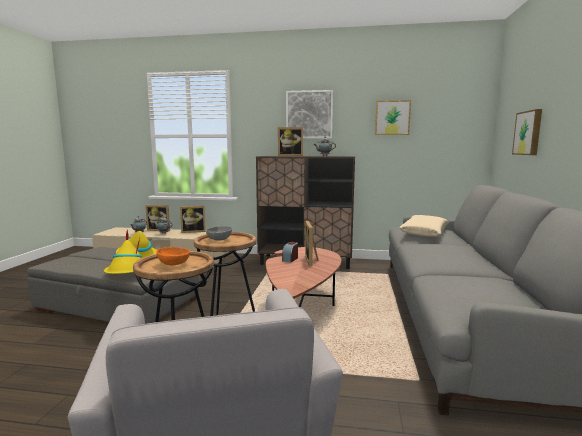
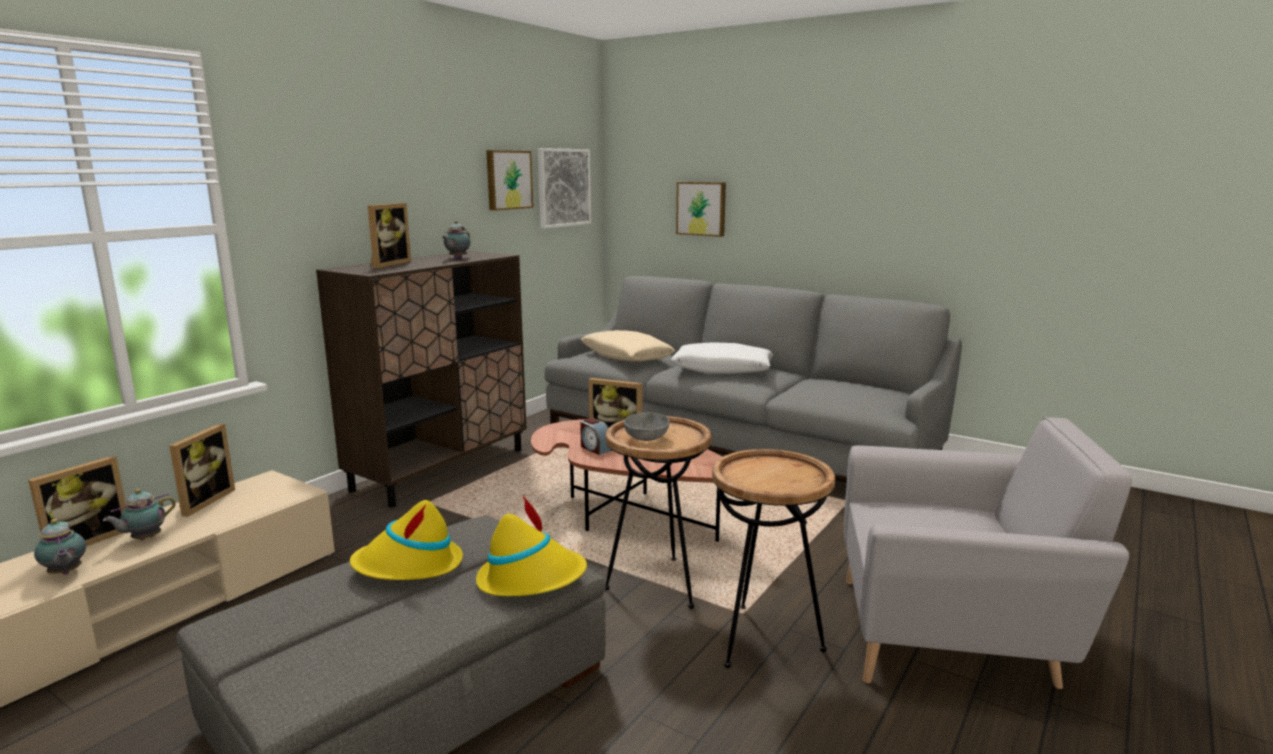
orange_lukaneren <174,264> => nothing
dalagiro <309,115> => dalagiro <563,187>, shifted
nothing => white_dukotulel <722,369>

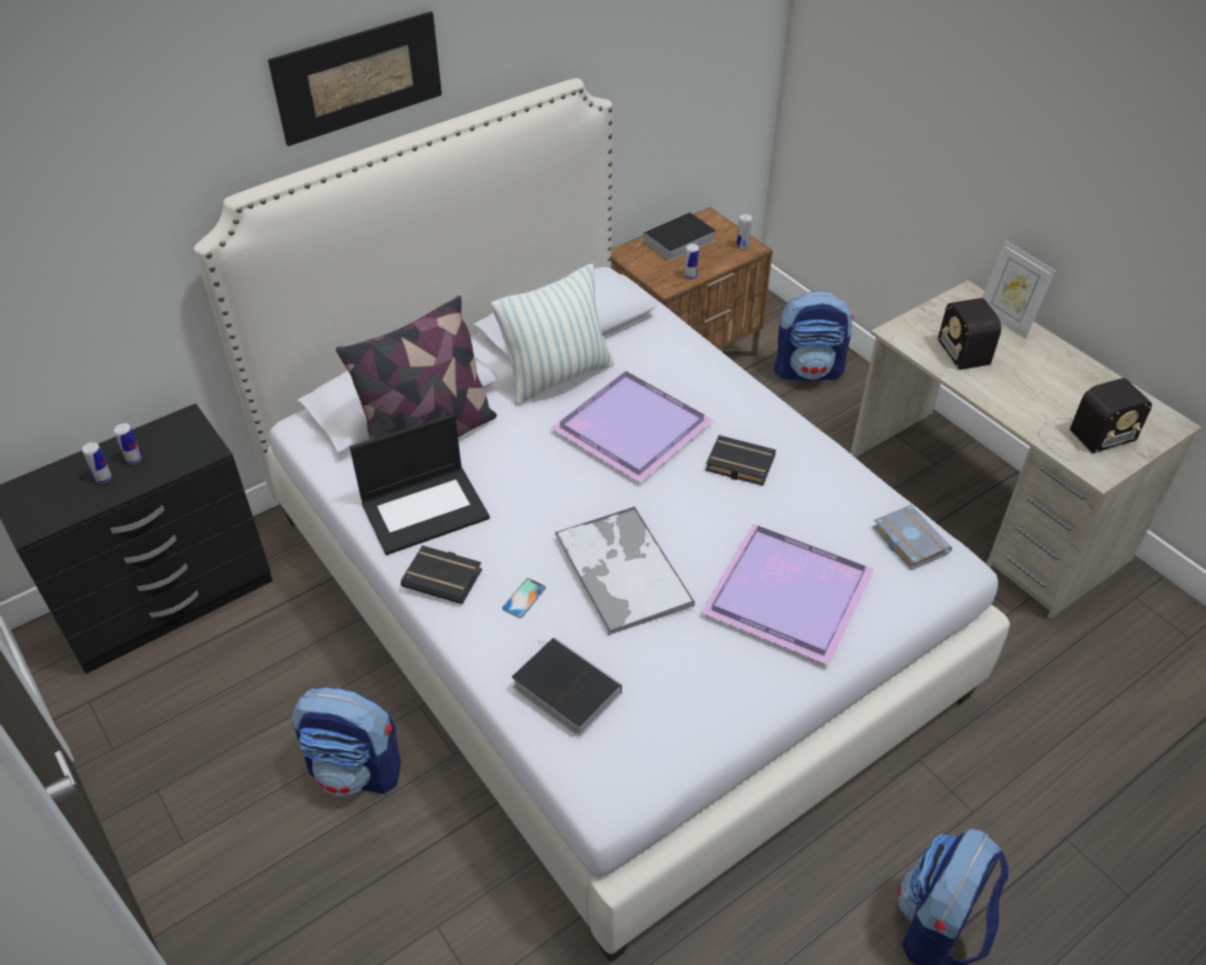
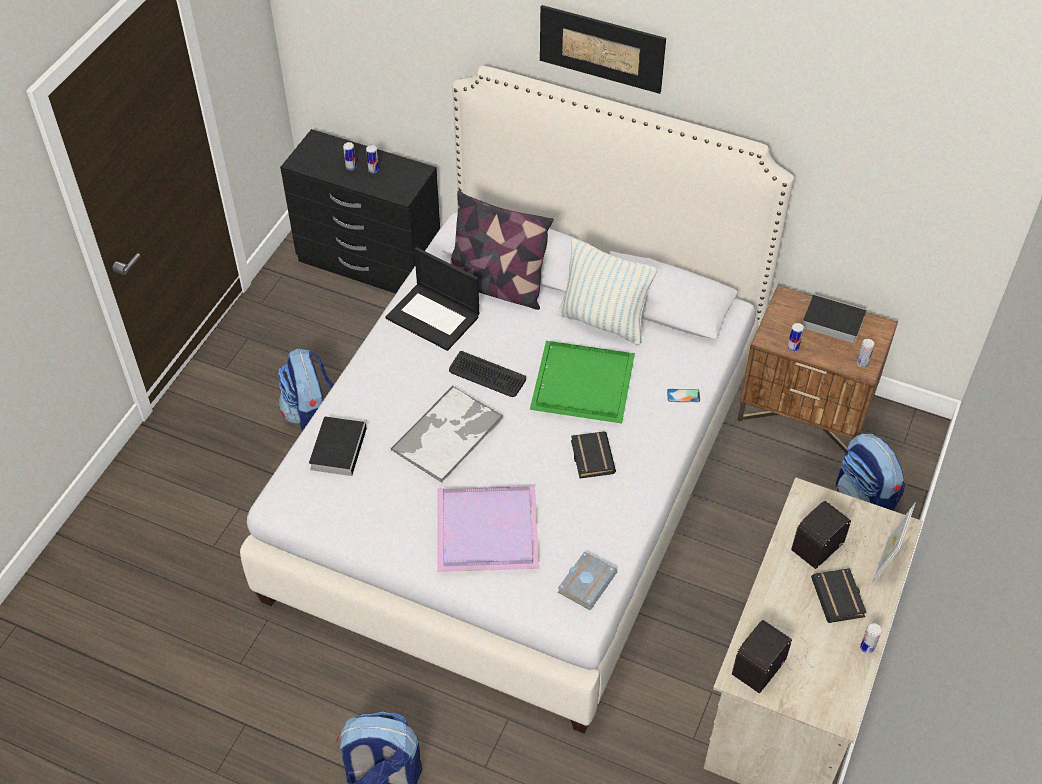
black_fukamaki <444,578> => black_fukamaki <839,599>, shifted
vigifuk <524,598> => vigifuk <683,395>, shifted
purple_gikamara <628,428> => green_gikamara <581,382>
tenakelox <1083,437> => tenakelox <772,656>, 90 degrees clockwise
nothing => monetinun <487,375>
nothing => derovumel <867,648>

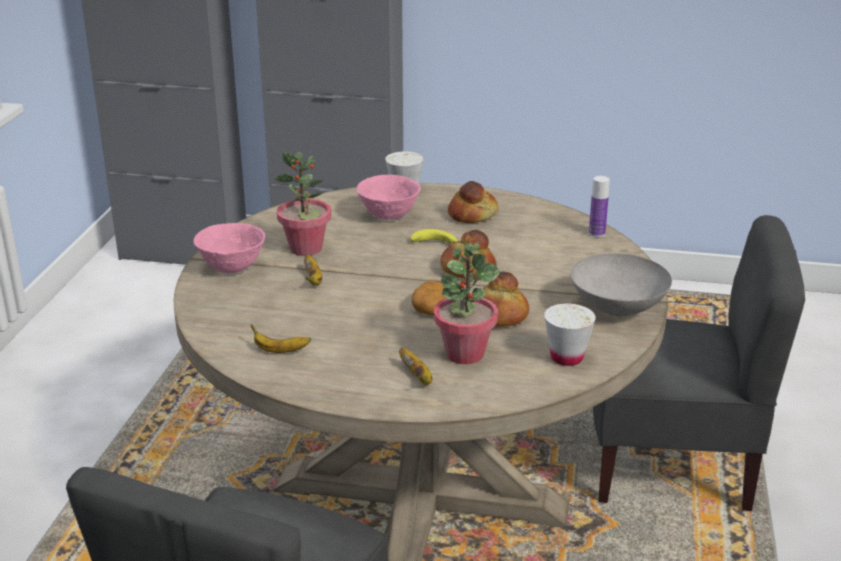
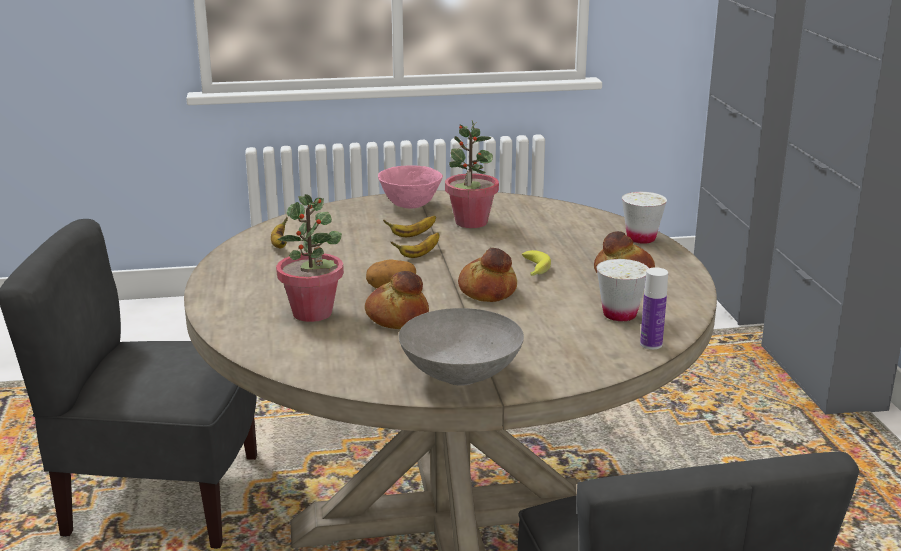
pink_lukaneren <388,216> => nothing
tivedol <417,377> => tivedol <419,254>, shifted
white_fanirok <566,357> => white_fanirok <619,314>, shifted

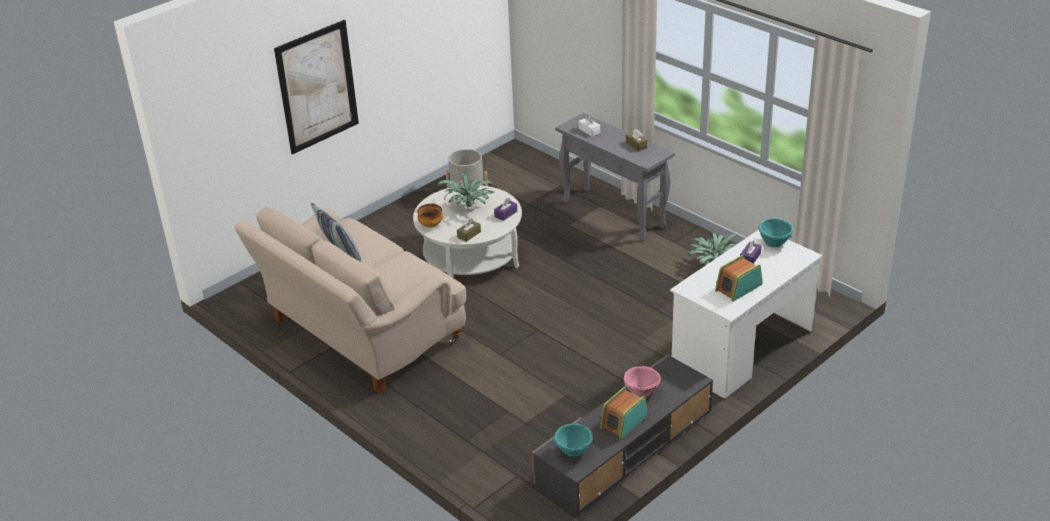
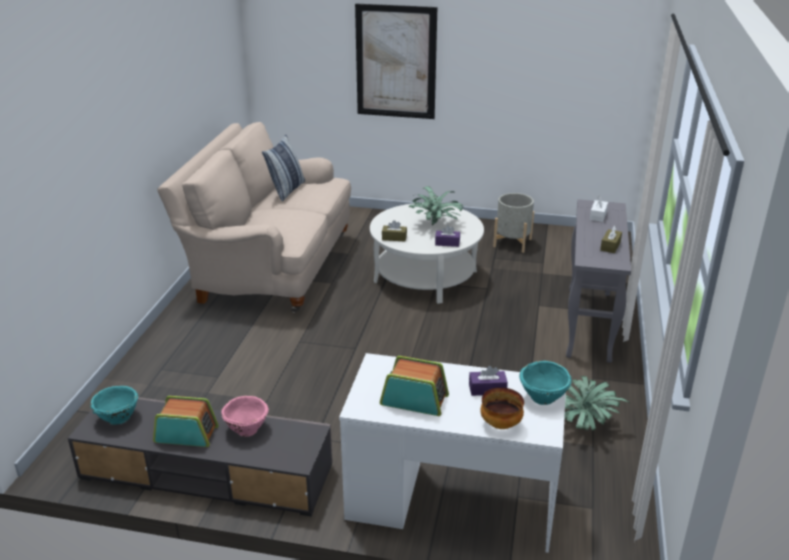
lukaneren <431,225> => lukaneren <501,424>, shifted

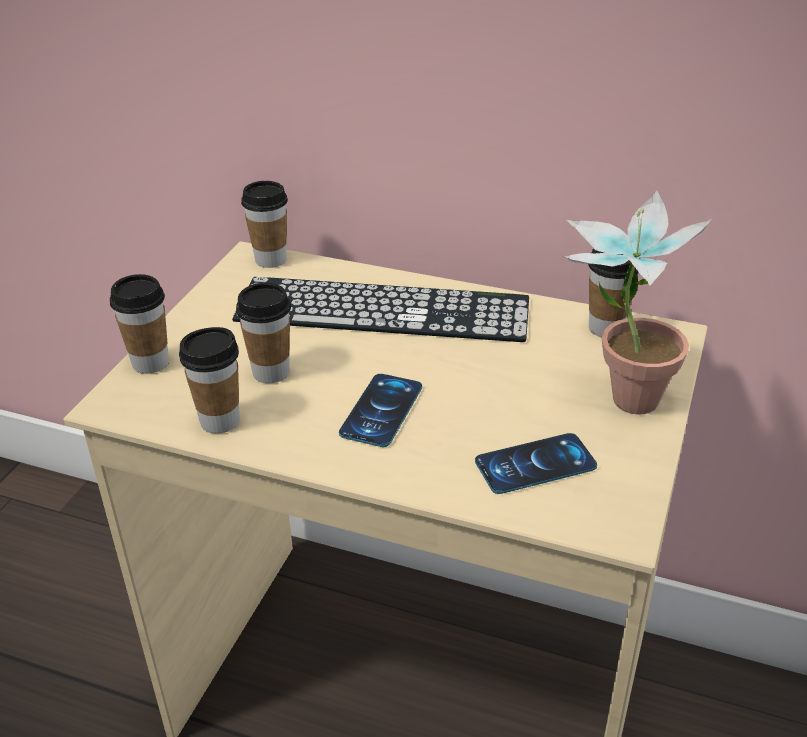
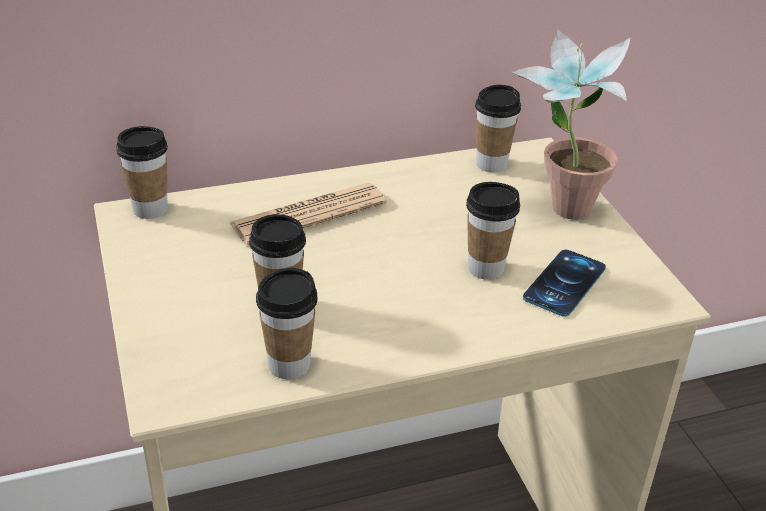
fanirok <150,363> => fanirok <485,268>, shifted
monetinun <383,310> => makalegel <308,214>
vigifuk <381,410> => nothing

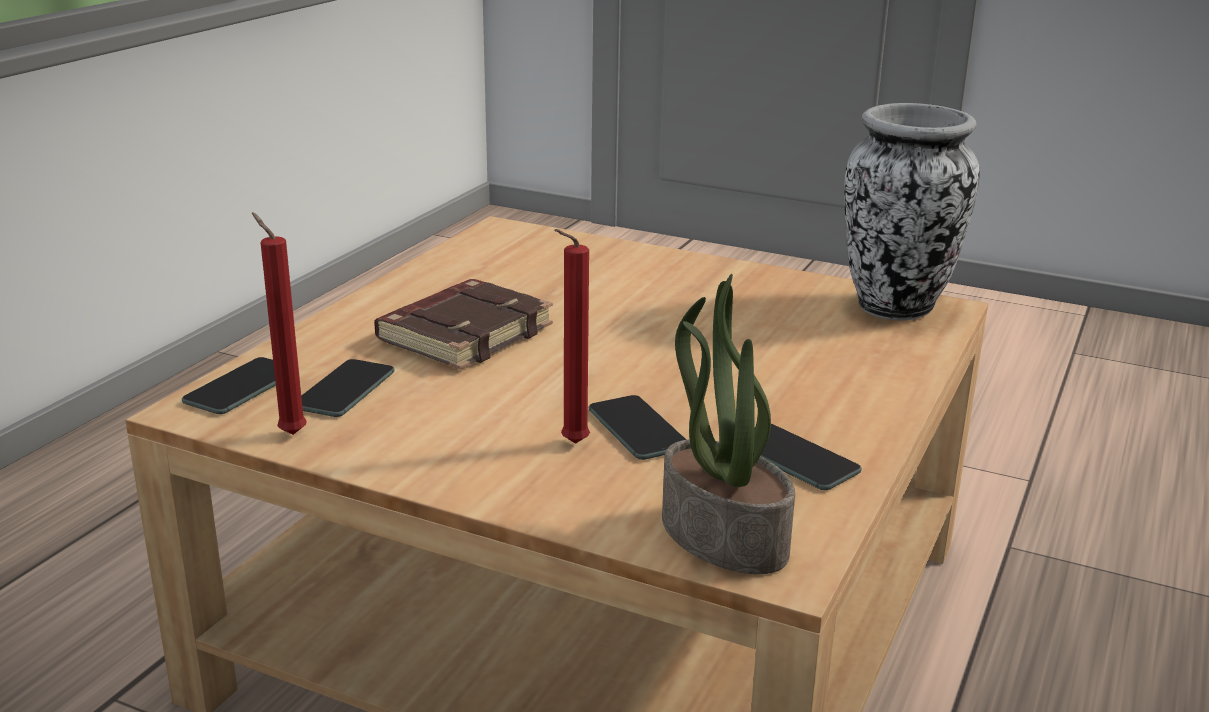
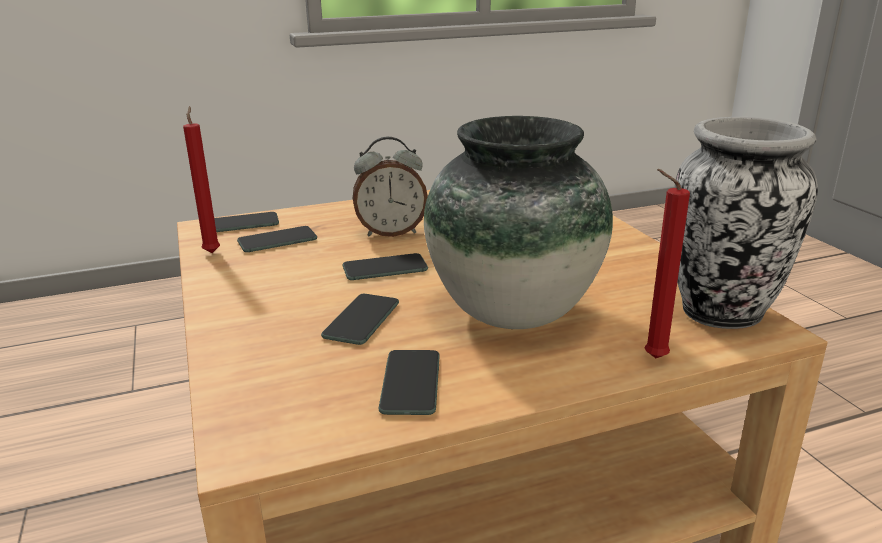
brown_fukamaki <464,333> => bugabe <391,232>
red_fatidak <571,444> => red_fatidak <651,358>, shifted
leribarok <720,537> => nothing
nothing => vigifuk <385,268>
nothing => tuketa <514,314>

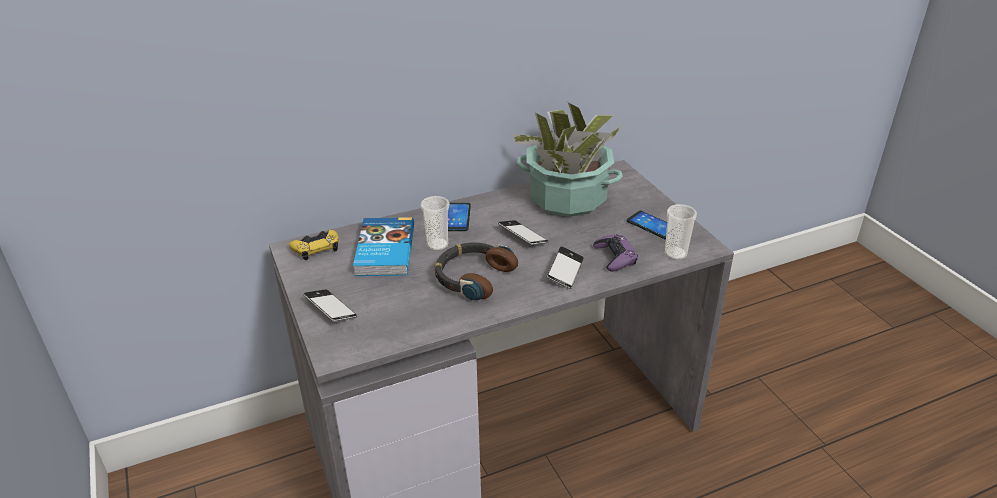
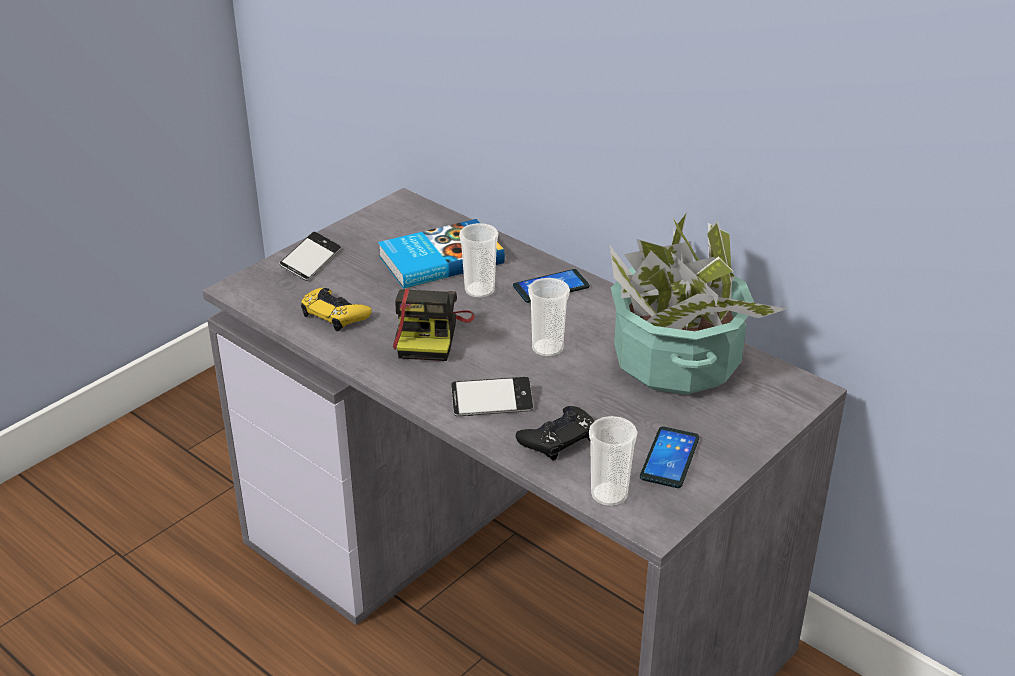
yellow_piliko <316,248> => yellow_piliko <335,314>, shifted
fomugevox <473,277> => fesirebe <431,334>
vigifuk <523,236> => fanirok <547,348>
purple_piliko <615,257> => black_piliko <557,438>

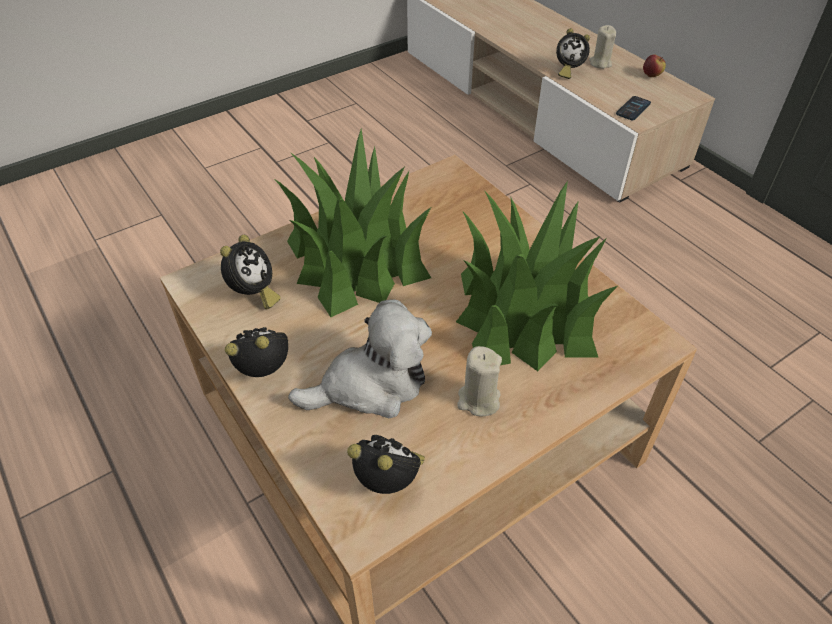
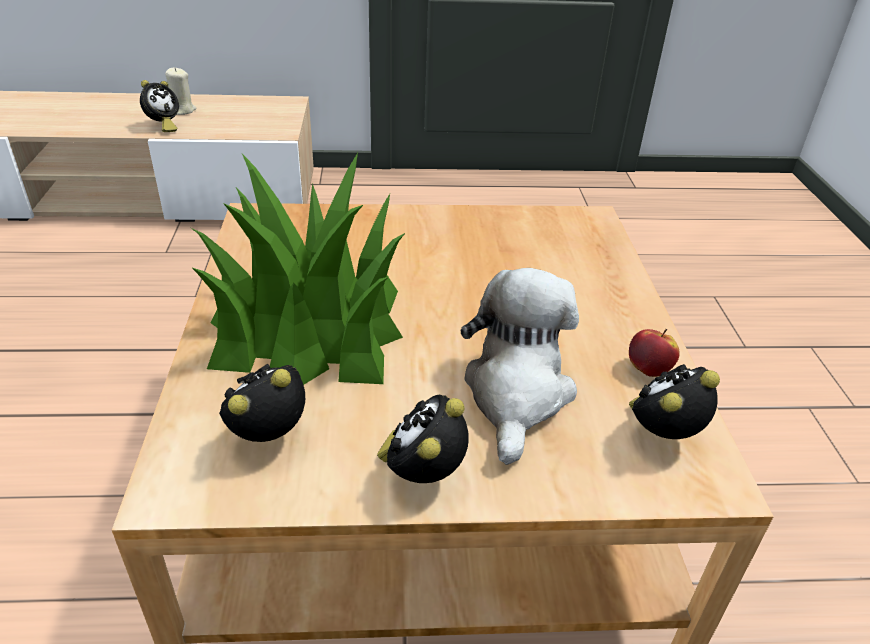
bugabe <253,294> => bugabe <270,436>, 90 degrees counterclockwise
leribarok <524,313> => nothing
beige_fatidak <478,400> => nothing
vigifuk <633,109> => nothing
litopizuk <651,75> => litopizuk <648,370>, shifted

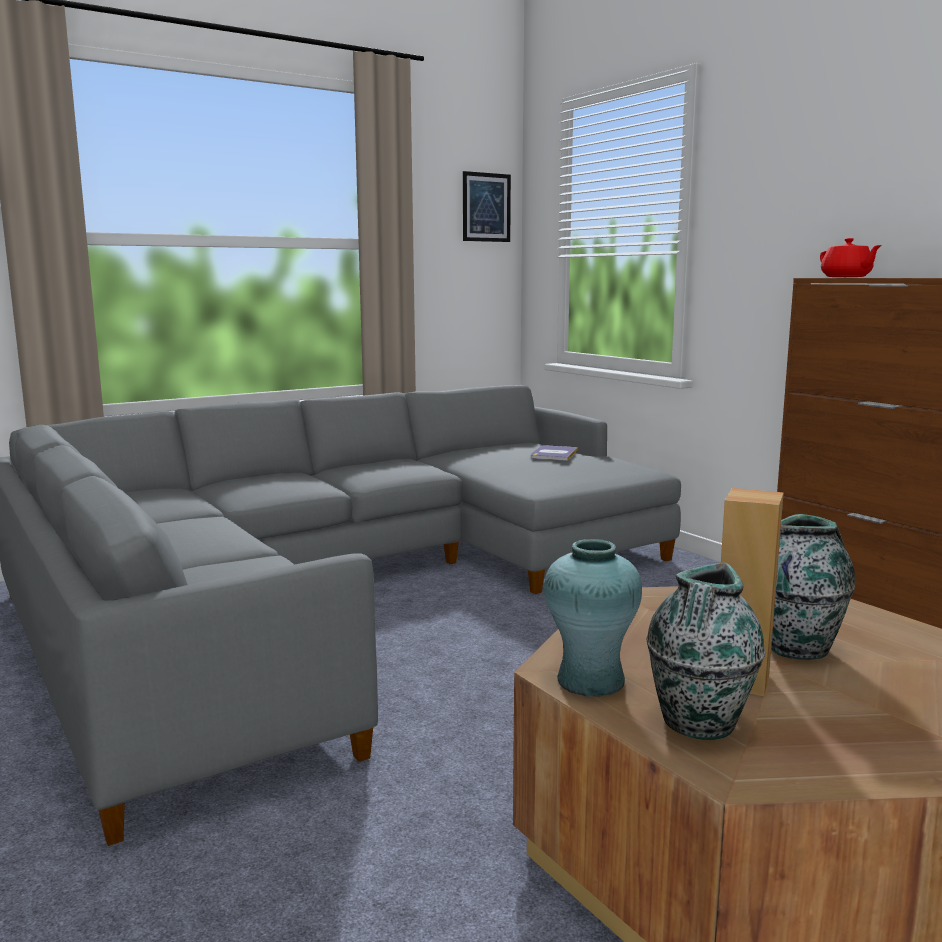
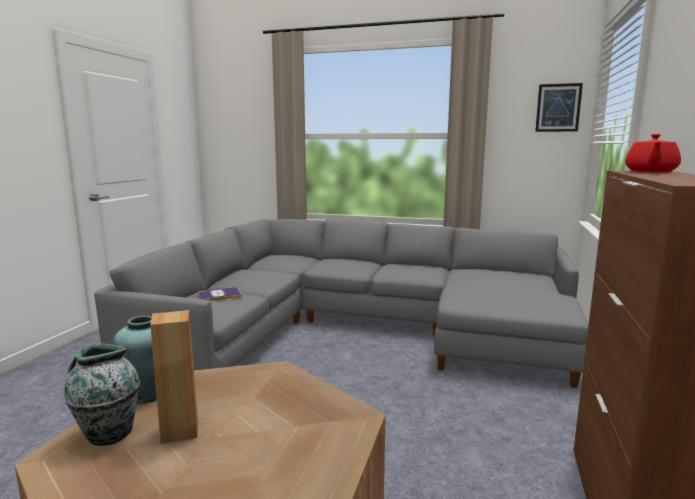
fukamaki <554,454> => fukamaki <219,295>, shifted
tuketa <798,648> => nothing

